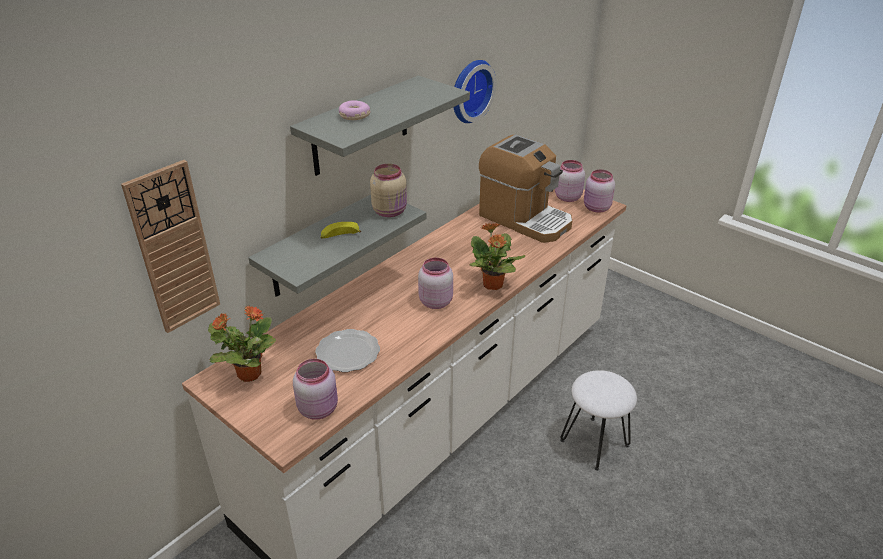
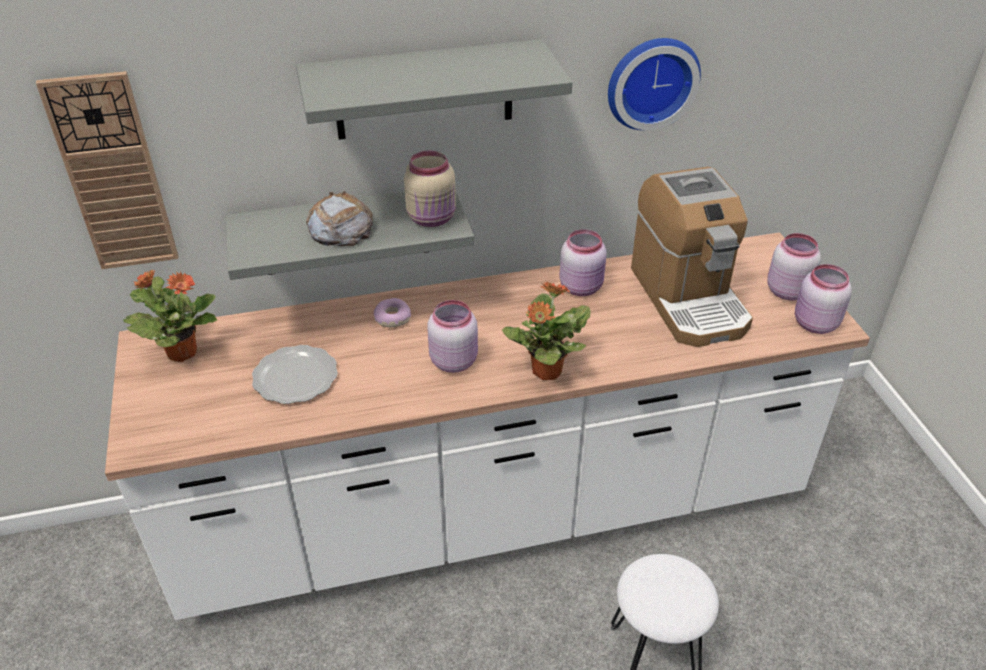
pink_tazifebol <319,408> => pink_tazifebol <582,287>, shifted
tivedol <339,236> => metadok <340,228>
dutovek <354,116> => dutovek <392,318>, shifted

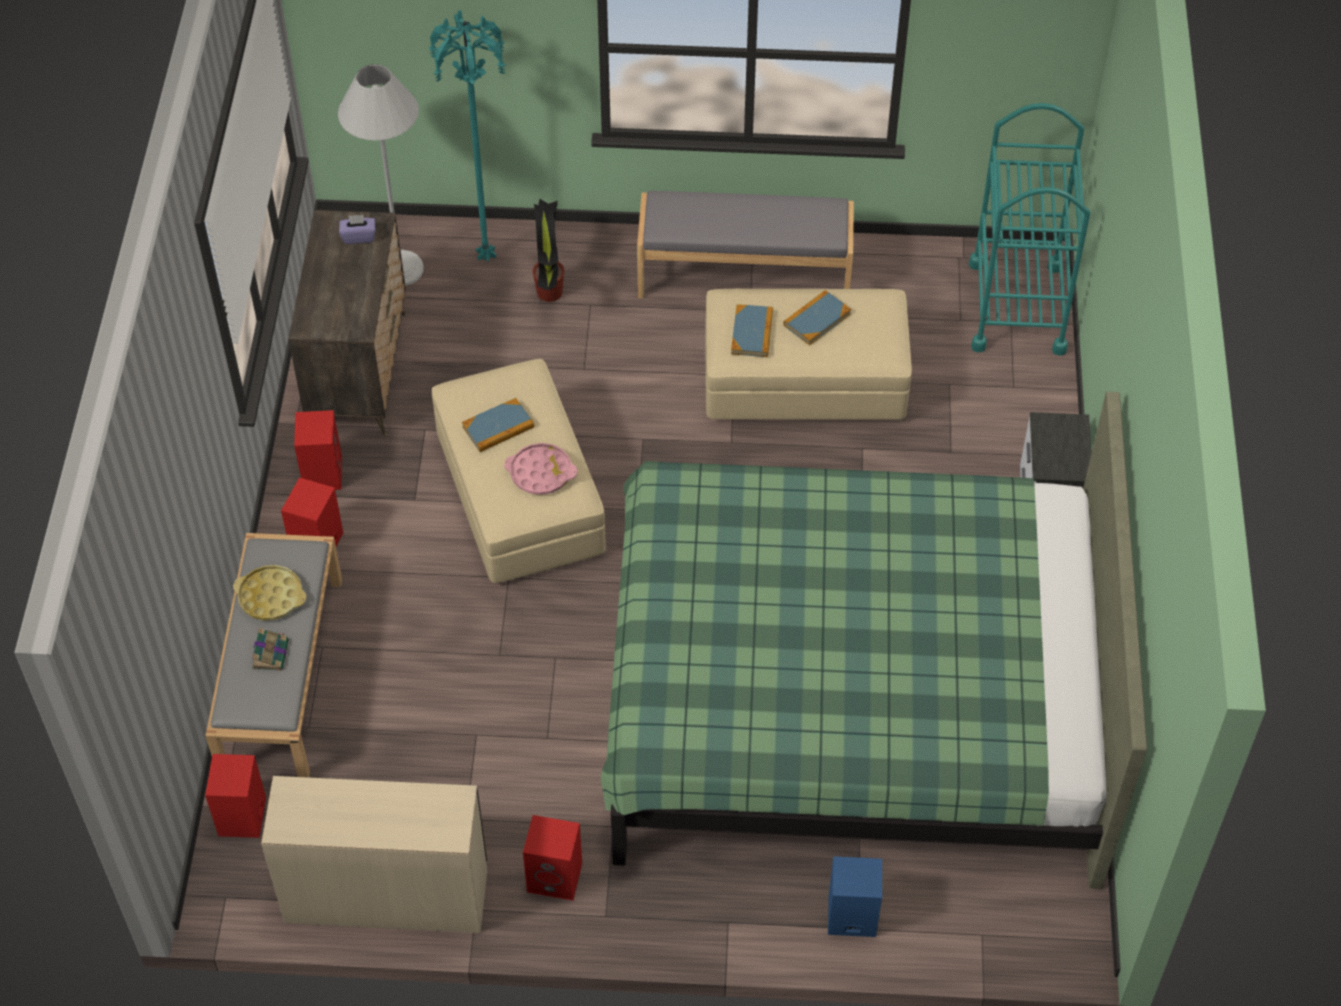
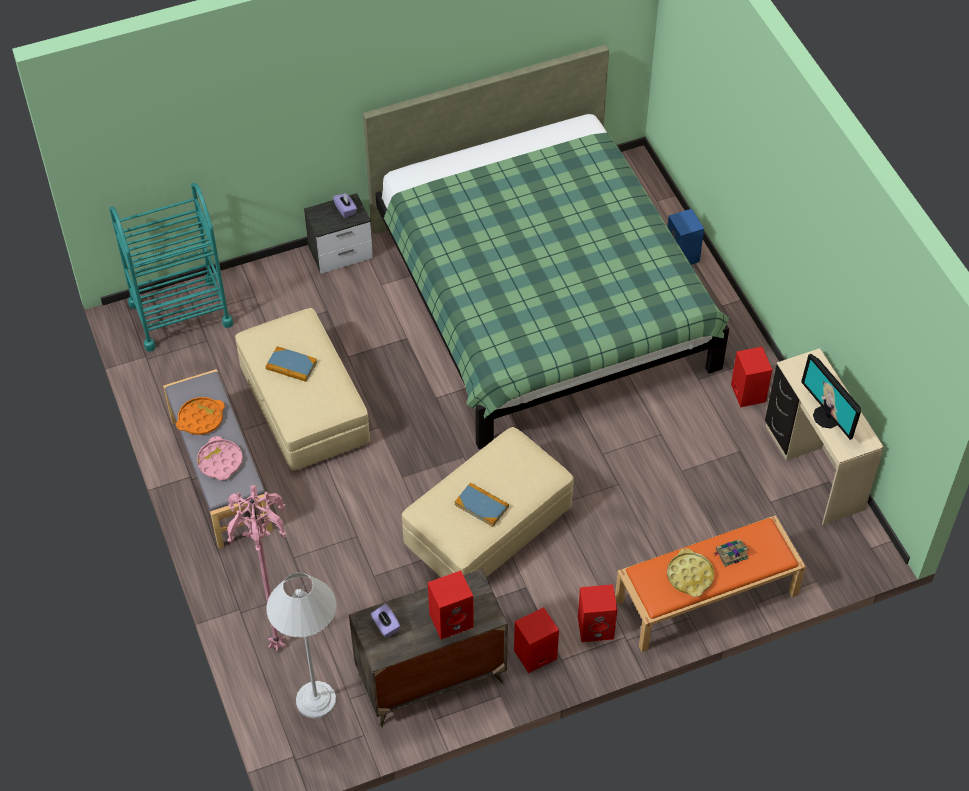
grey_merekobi <281,673> => orange_merekobi <705,598>
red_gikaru <243,817> => red_gikaru <451,619>, shifted
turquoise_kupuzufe <487,259> => pink_kupuzufe <278,644>
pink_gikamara <541,473> => pink_gikamara <220,462>, shifted
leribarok <549,291> => nothing
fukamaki <752,333> => nothing
nothing => orange_gikamara <201,419>
nothing => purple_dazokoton <345,210>
nothing => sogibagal <826,417>

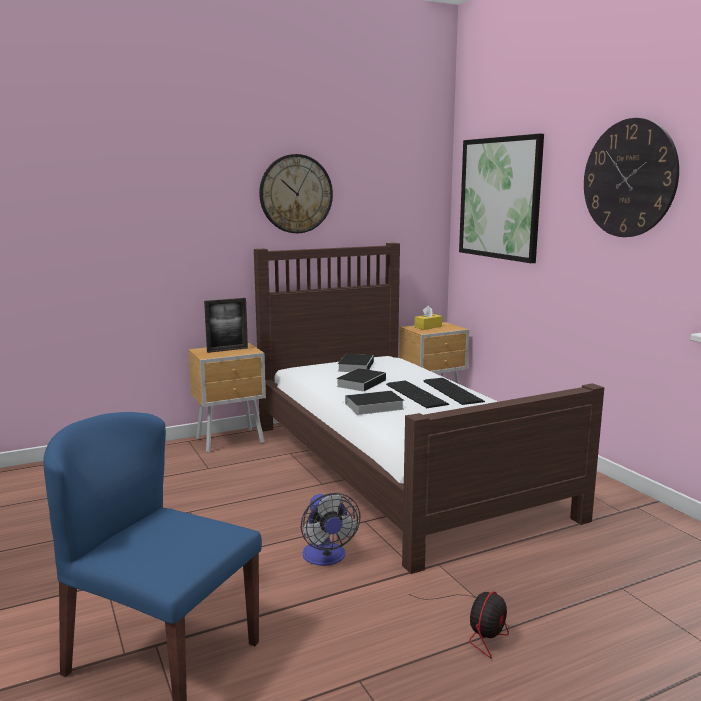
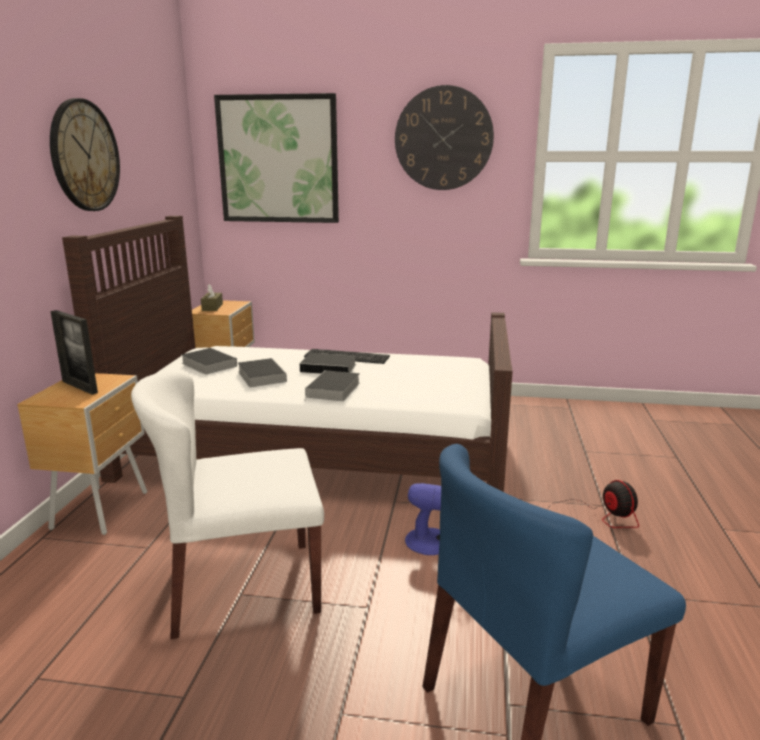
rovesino <227,350> => rovesino <79,387>, 120 degrees clockwise
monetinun <417,394> => fukamaki <330,368>
yellow_dazokoton <428,327> => brown_dazokoton <212,307>
nothing => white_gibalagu <243,587>

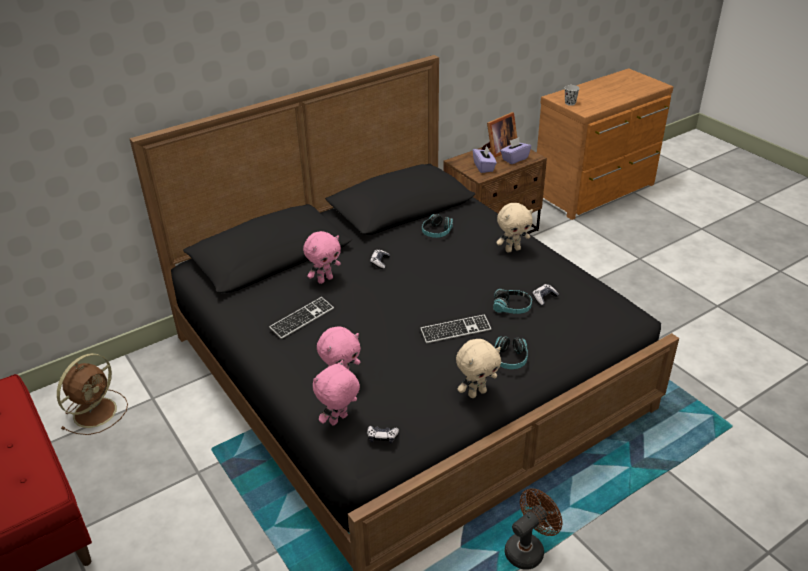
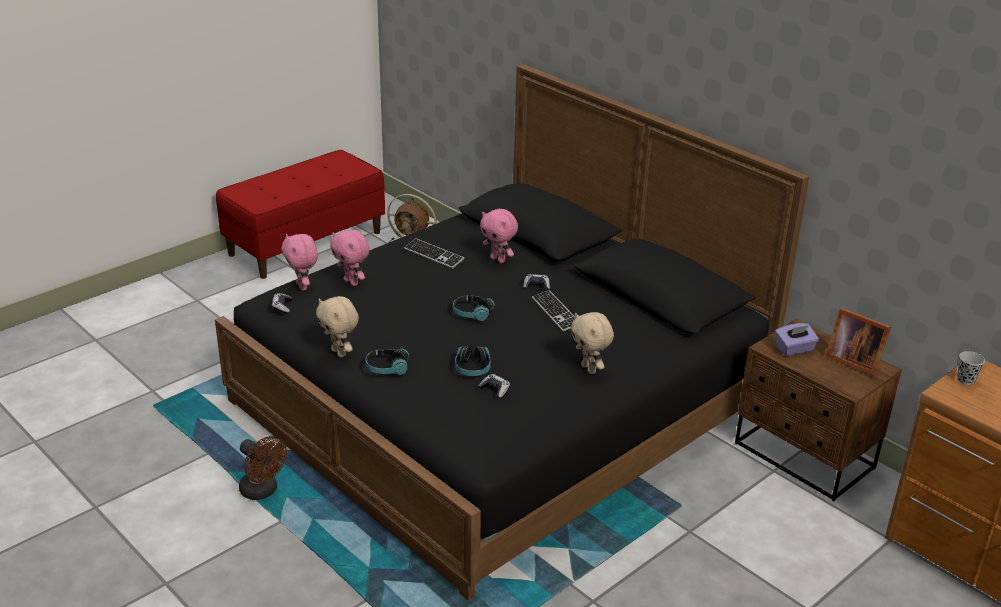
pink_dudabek <339,420> => pink_dudabek <303,286>, 150 degrees counterclockwise
monetinun <455,330> => monetinun <555,312>, shifted
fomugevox <437,232> => fomugevox <472,313>, shifted
purple_dazokoton <514,159> => nothing

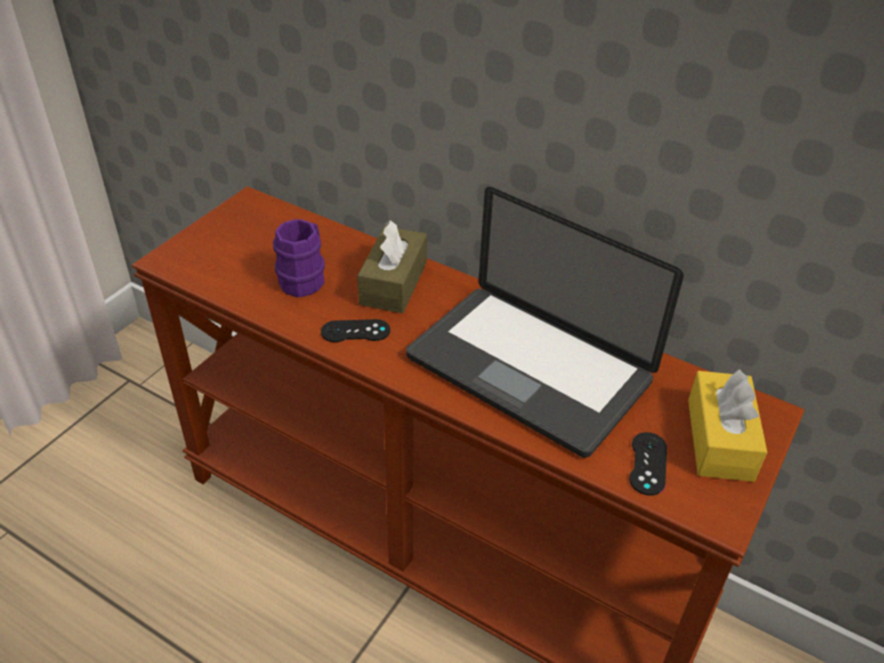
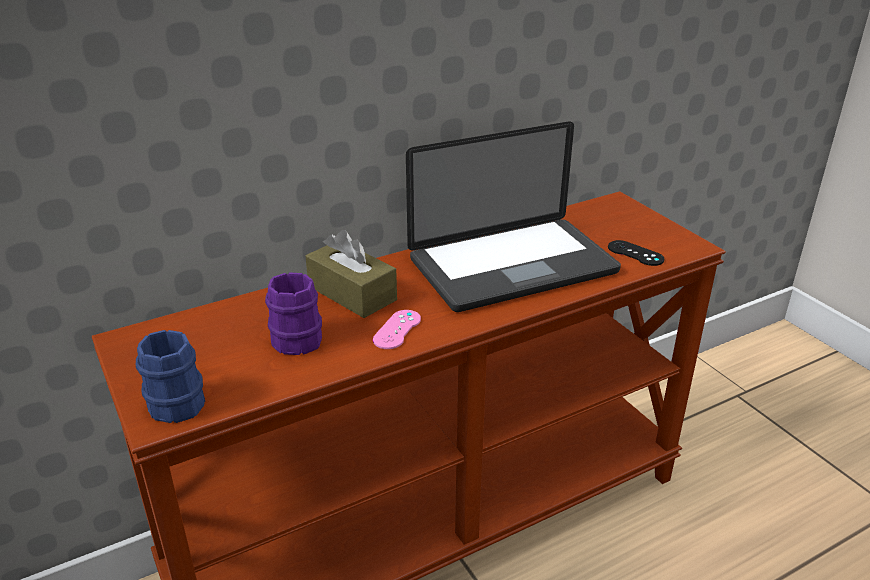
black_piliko <355,331> => pink_piliko <397,329>
yellow_dazokoton <719,439> => nothing
nothing => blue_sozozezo <174,399>

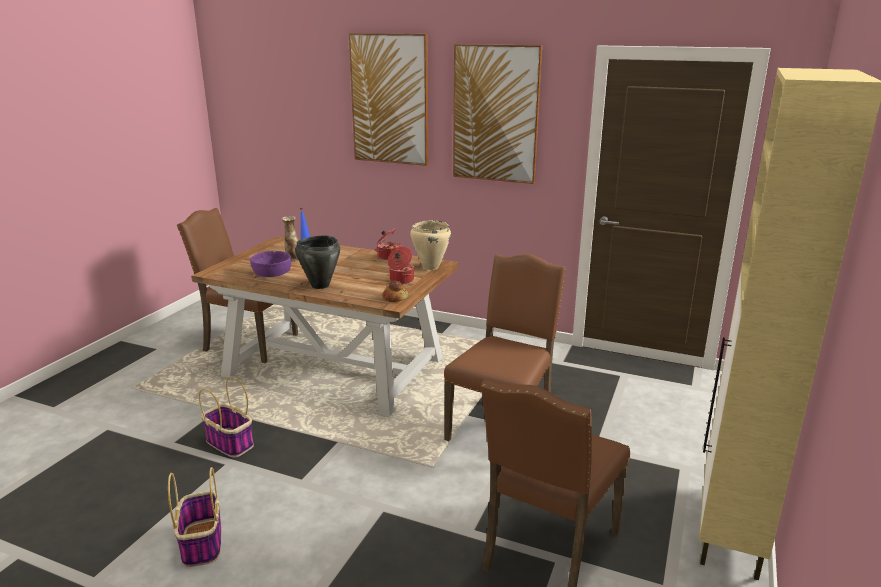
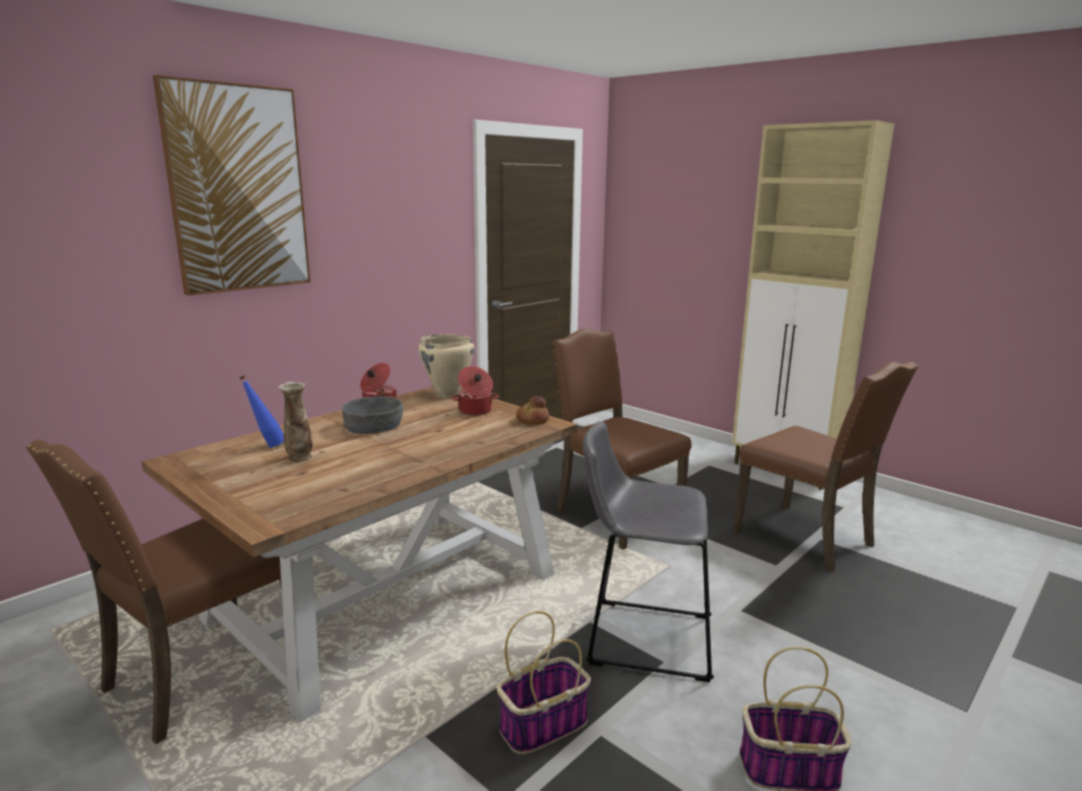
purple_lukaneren <271,271> => nothing
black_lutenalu <319,285> => nothing
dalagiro <496,114> => nothing
nothing => grey_lukaneren <374,425>
nothing => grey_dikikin <642,637>

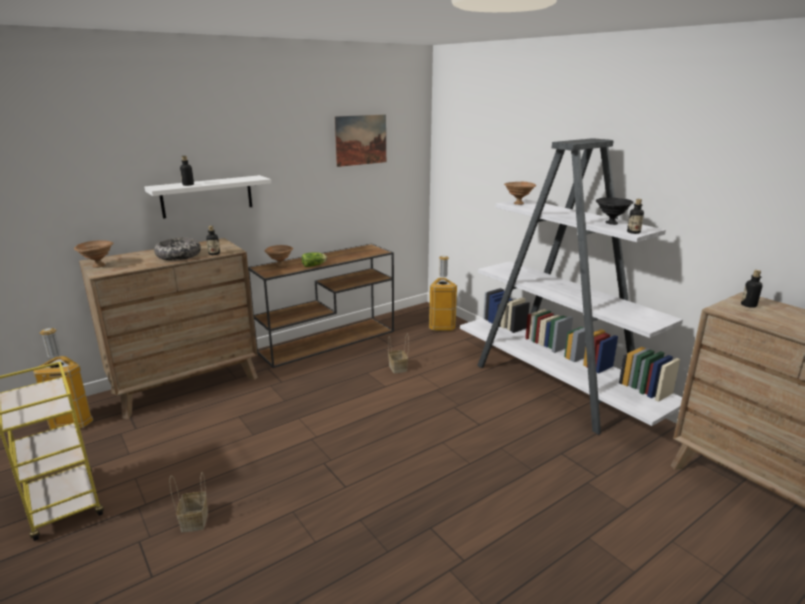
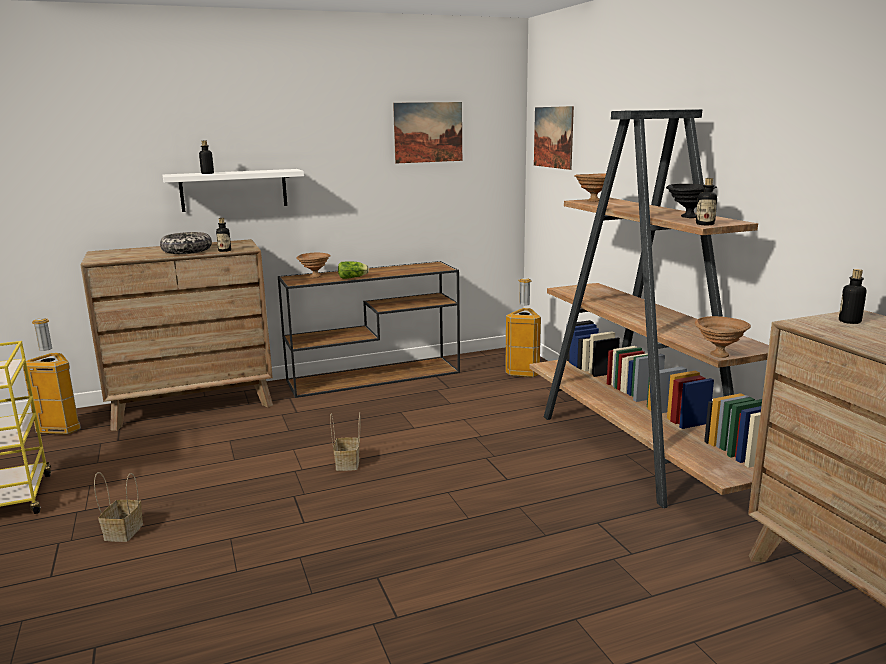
brown_lukaneren <98,266> => brown_lukaneren <719,355>, shifted
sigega <398,368> => sigega <348,464>, shifted
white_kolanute <556,387> => brown_kolanute <637,450>
nothing => dalagiro <553,137>

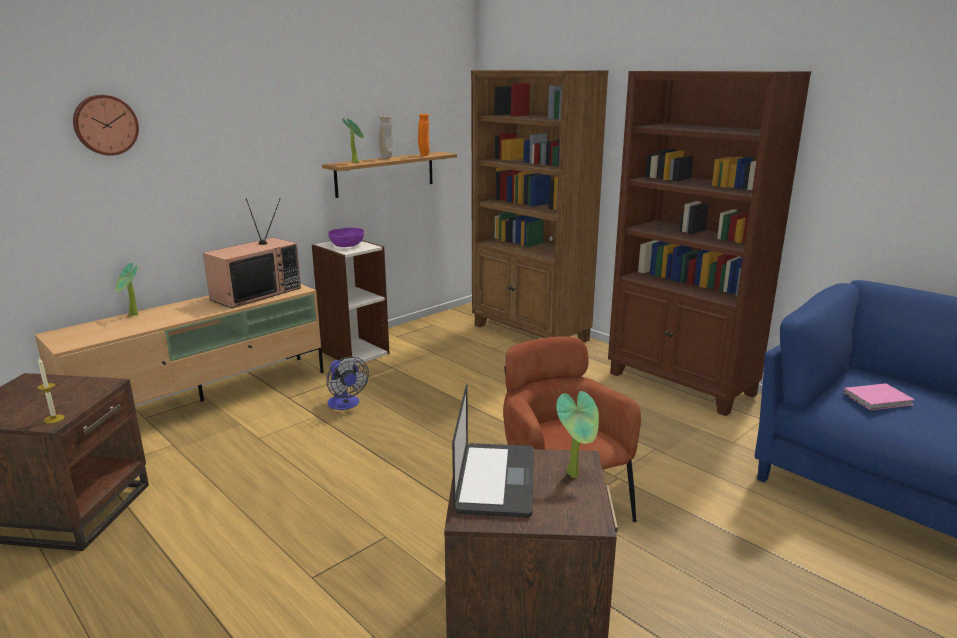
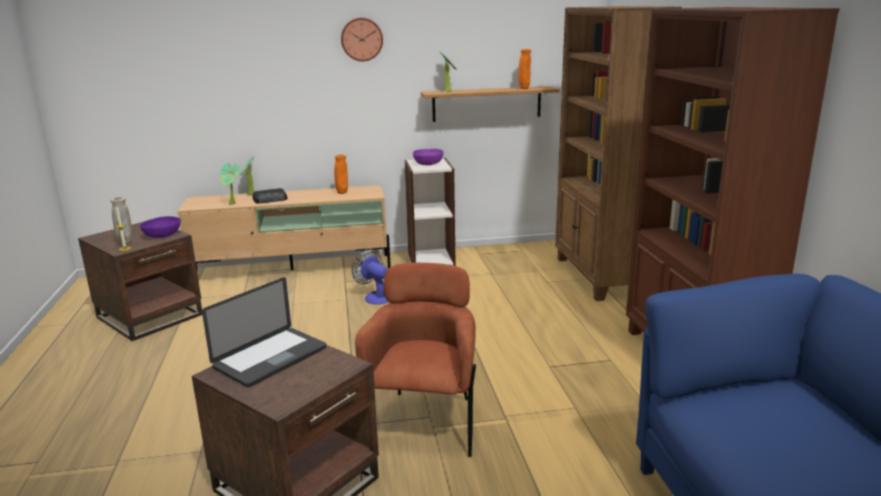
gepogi <105,125> => gepogi <361,39>, shifted
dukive <256,293> => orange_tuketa <342,193>
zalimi <345,405> => zalimi <375,297>, 135 degrees clockwise
beige_tuketa <386,158> => beige_tuketa <126,243>, shifted
leribarok <575,474> => leribarok <232,204>, shifted
pink_fukamaki <879,399> => nothing
nothing => purple_lukaneren <162,235>
nothing => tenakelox <271,199>

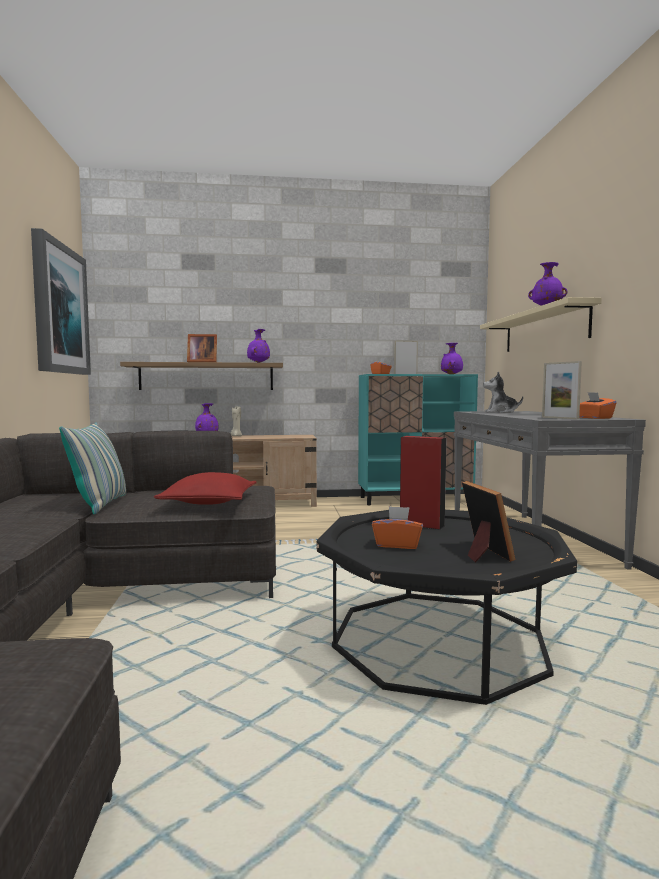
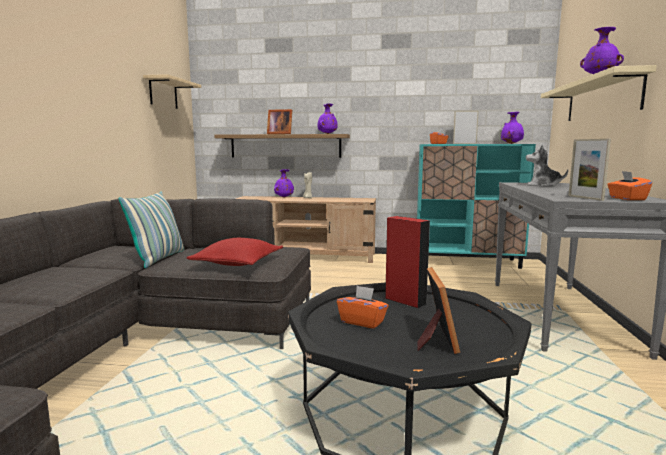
dalagiro <59,309> => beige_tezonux <163,93>

